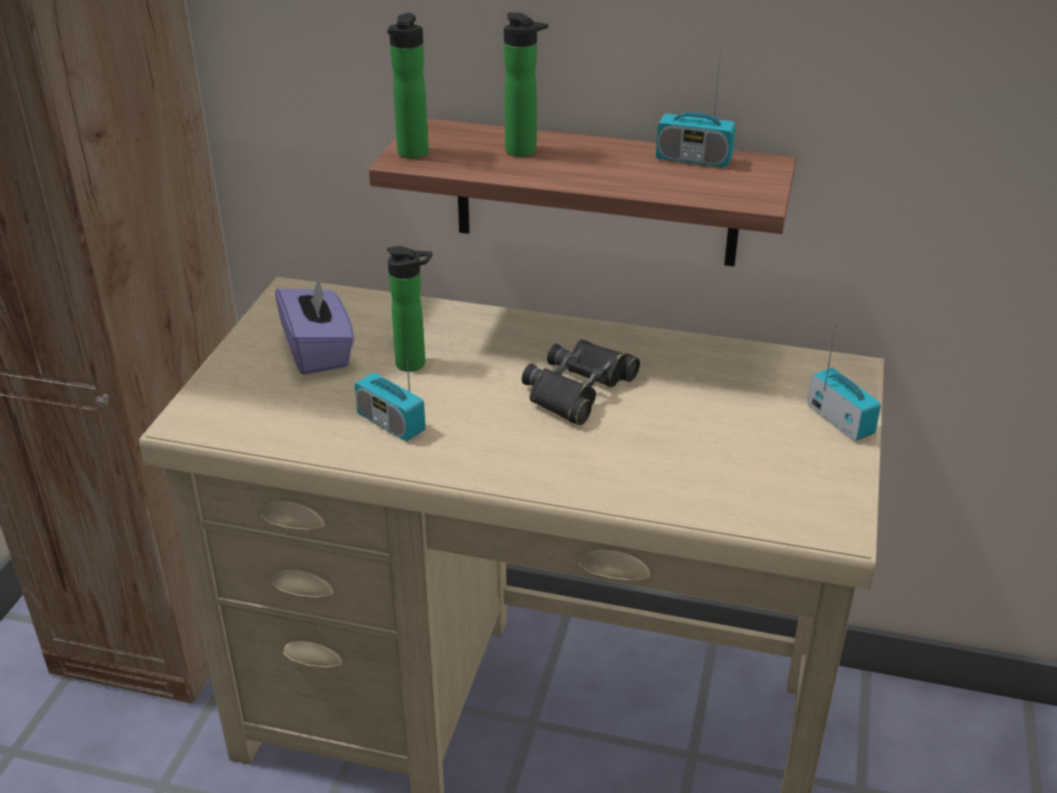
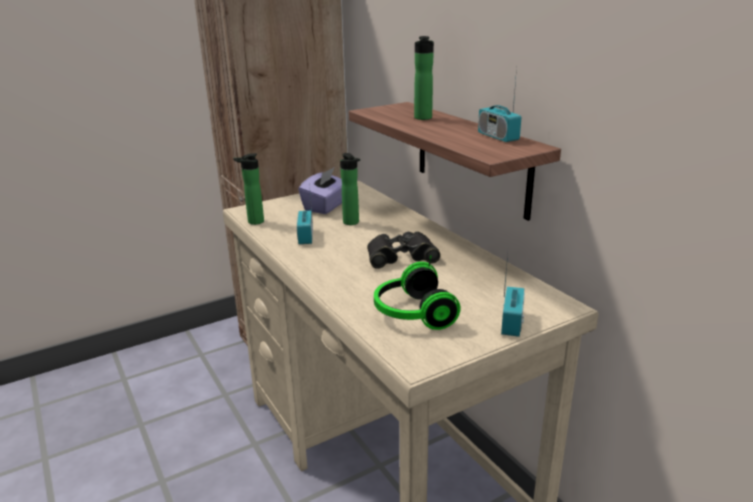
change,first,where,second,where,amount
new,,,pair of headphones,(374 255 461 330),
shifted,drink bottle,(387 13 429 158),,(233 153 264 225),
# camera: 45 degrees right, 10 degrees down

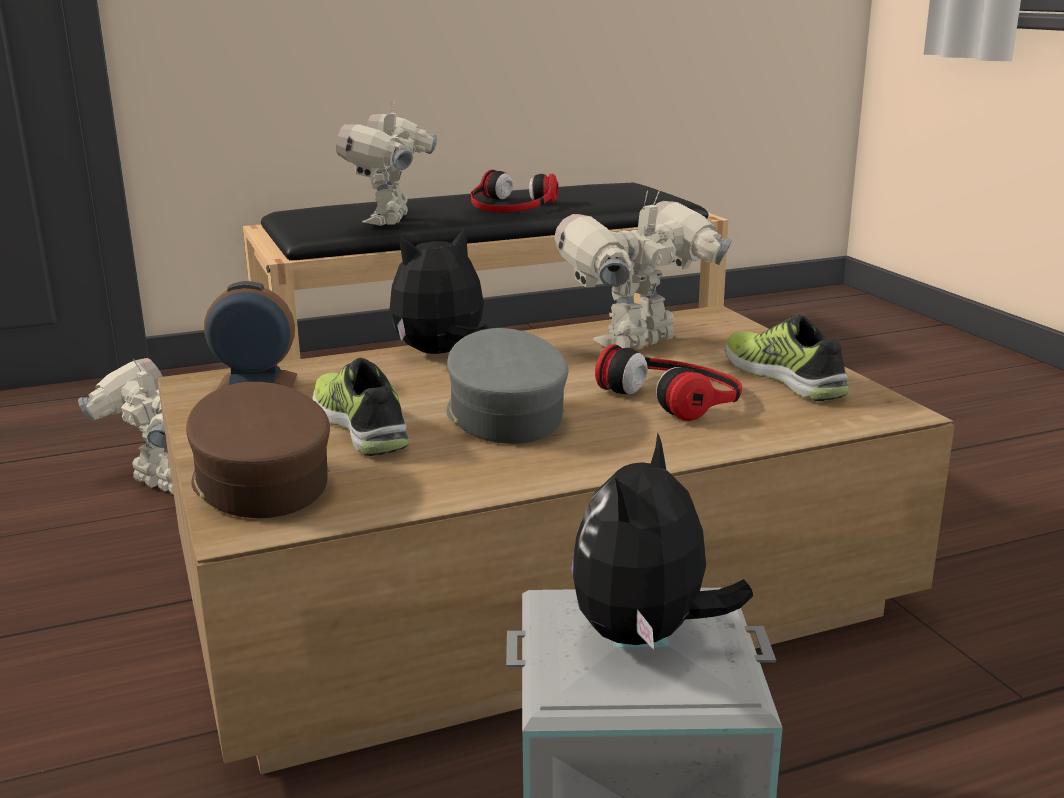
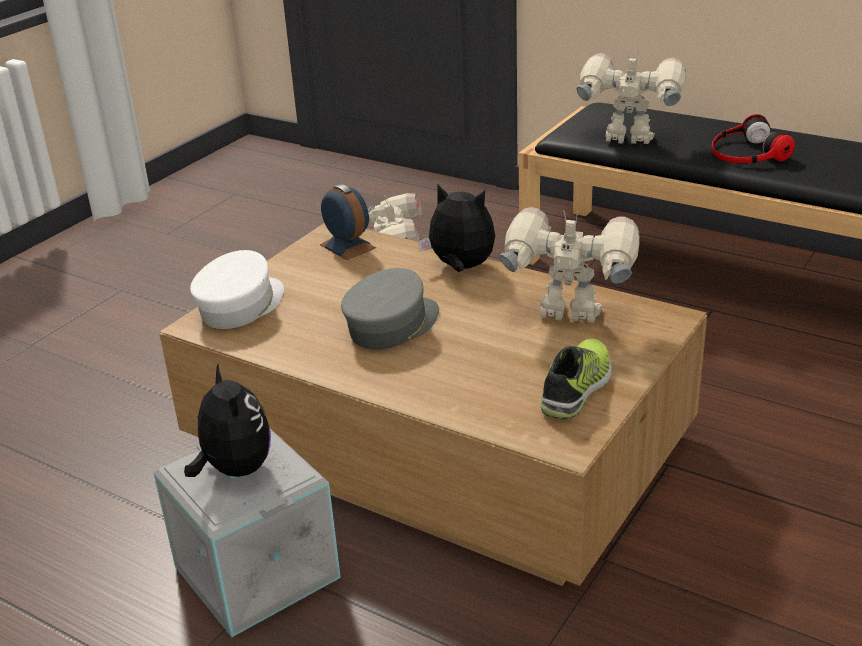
change,first,where,second,where,amount
gone,low shoe,(313 358 409 456),,,
gone,pair of headphones,(595 344 742 421),,,
repainted,brownish cap,(186 382 330 518),whitish cap,(190 250 284 329),
rotated,model robot,(336 101 437 226),,(576 50 686 144),45 degrees clockwise
rotated,cuddly toy,(572 432 753 650),,(184 365 271 477),75 degrees clockwise
# camera: 55 degrees right, 10 degrees up

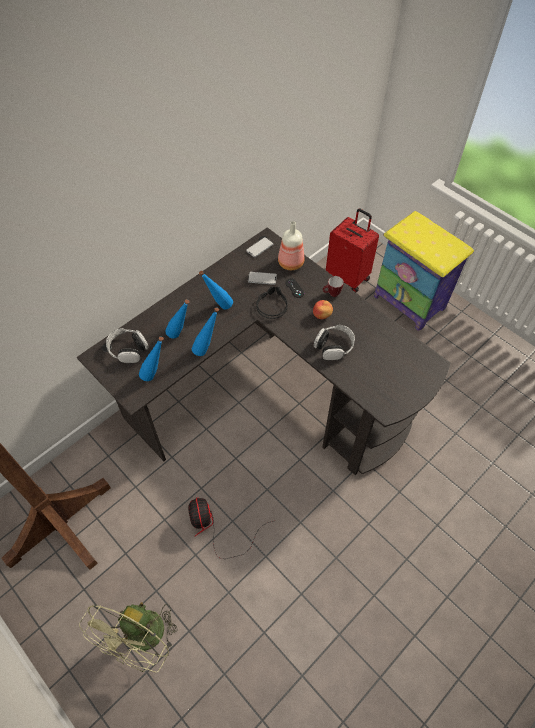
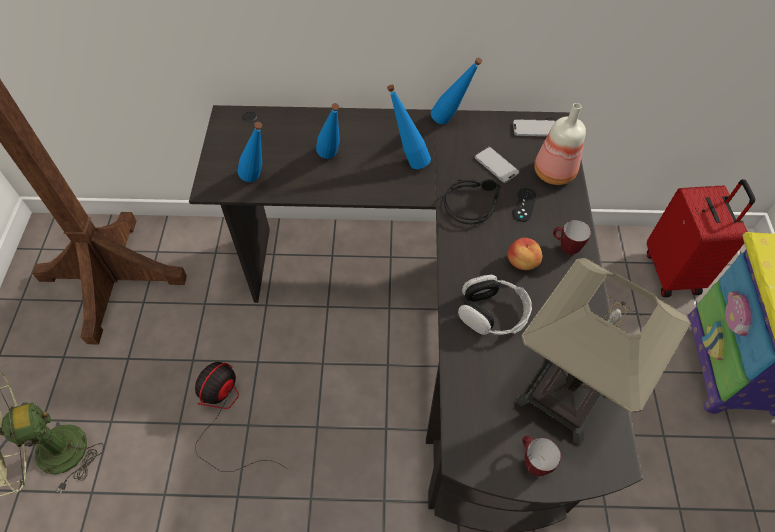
change,first,where,second,where,amount
gone,pair of headphones,(106 328 148 363),,,
new,,,lamp for a table,(515 258 691 446),
new,,,mug,(522 436 561 476),
shifted,bluish drink bottle,(192 307 219 356),,(431 58 482 124),
# camera: 45 degrees right, 0 degrees up

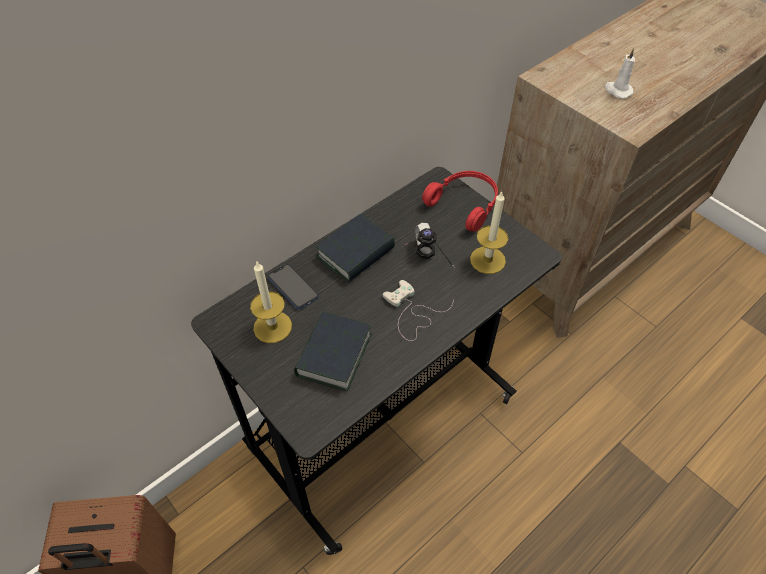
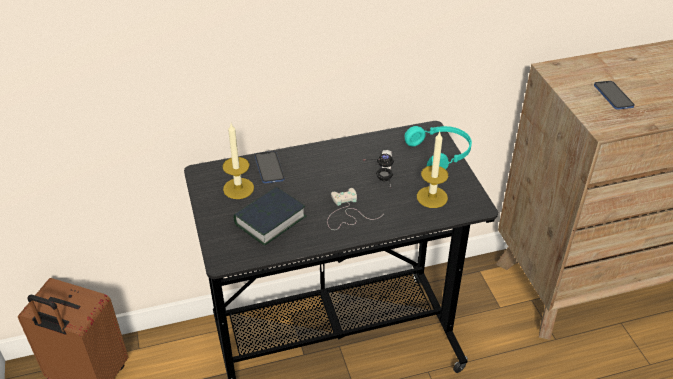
change,first,where,second,where,amount
gone,volume,(316 214 395 283),,,
swapped,whitish candle,(605 48 635 99),phone,(594 81 635 110),
repainted,red-coloured pair of headphones,(422 171 498 232),turquoise pair of headphones,(404 126 472 169),
# camera: 25 degrees right, 10 degrees down

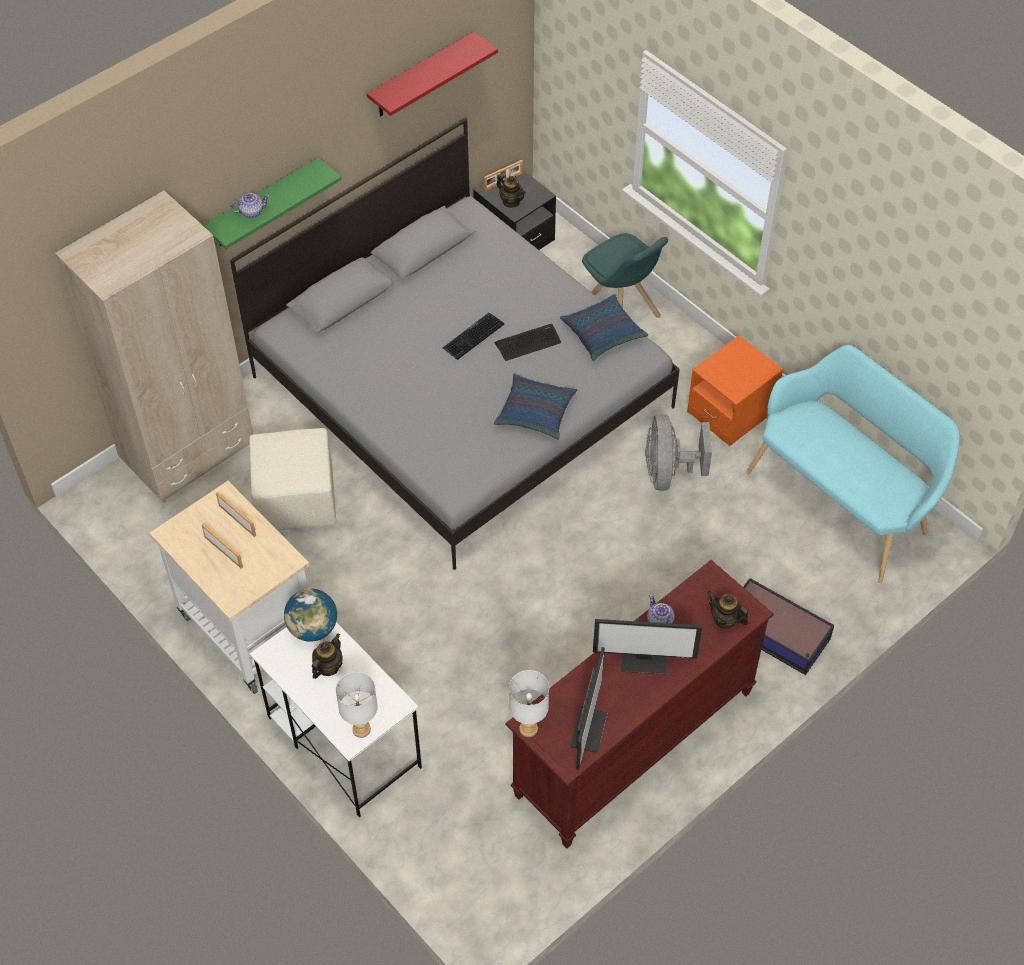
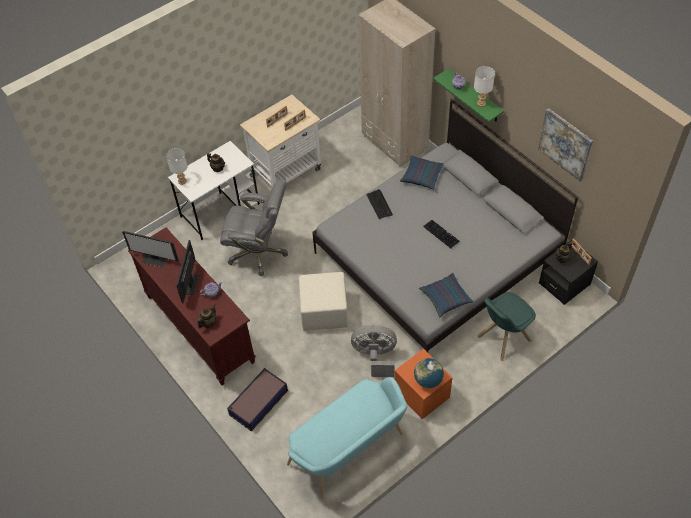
change,first,where,second,where,amount
new,,,gray computer chair,(220 180 288 276),
shifted,sand-coloured ottoman,(249 428 336 531),,(299 272 348 331),
shifted,world globe,(284 588 337 642),,(414 358 444 388),
shifted,PC keyboard,(494 324 561 361),,(366 189 393 219),
shifted,bluish pillow,(494 374 577 439),,(400 155 444 190),
shifted,whitish lamp for a table,(509 670 549 737),,(474 66 495 107),
swapped,red-coloured shelf,(367 32 498 116),picture,(538 108 593 182),
# camera: 95 degrees right, 0 degrees up

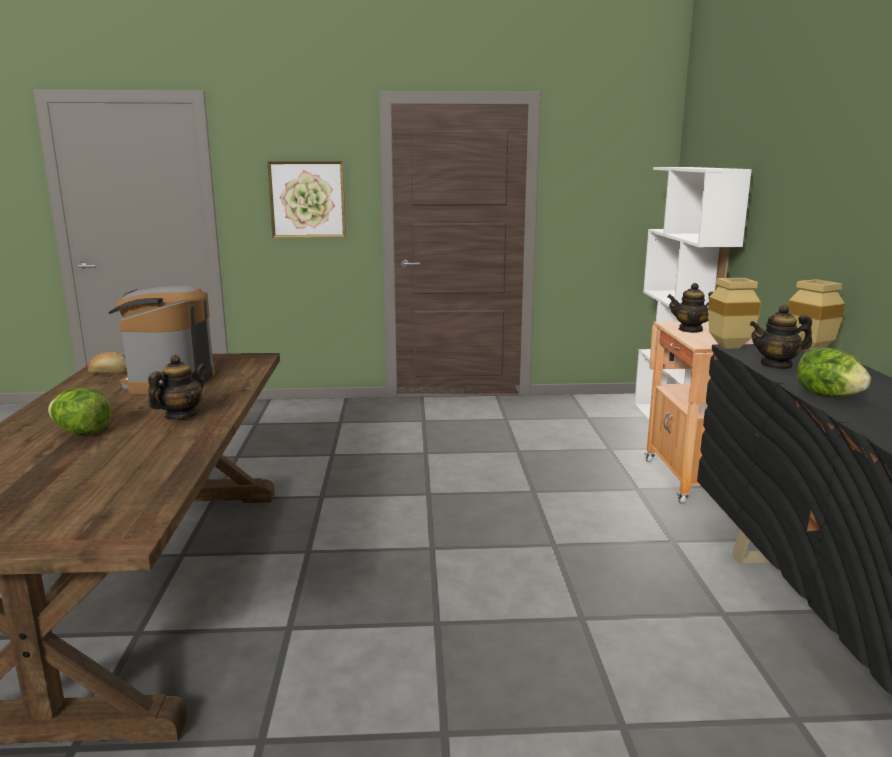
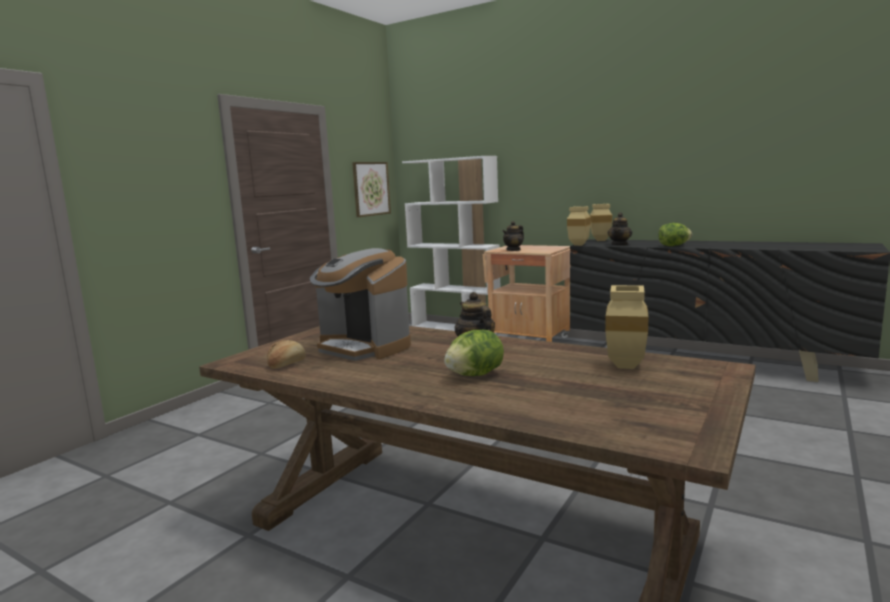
change,first,where,second,where,amount
new,,,sand-coloured flower vase,(605 285 649 369),
shifted,picture,(267 161 346 238),,(352 162 391 217),
# camera: 55 degrees left, 5 degrees down

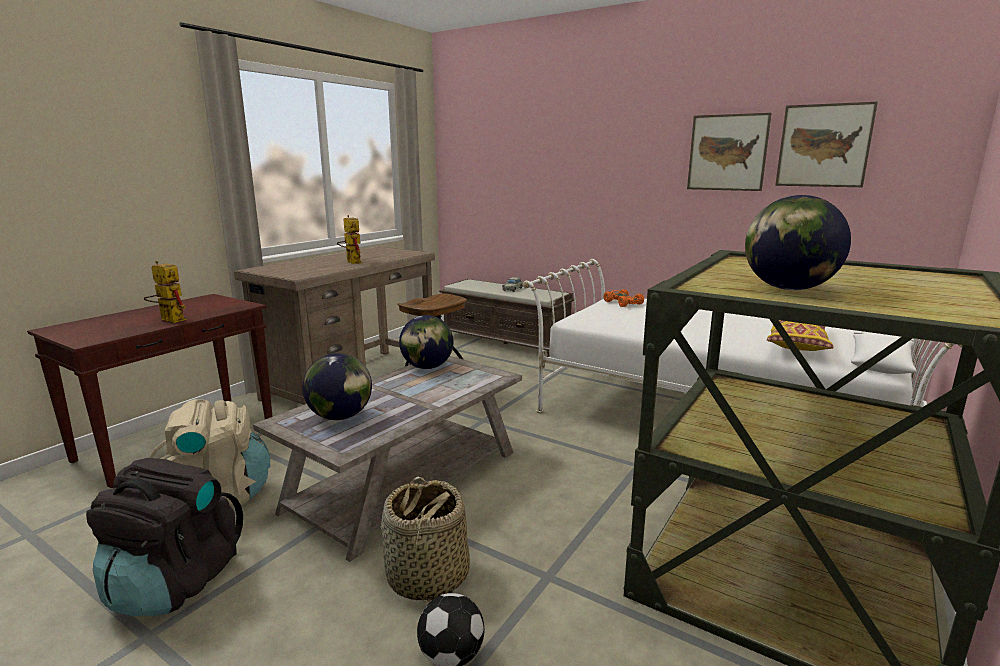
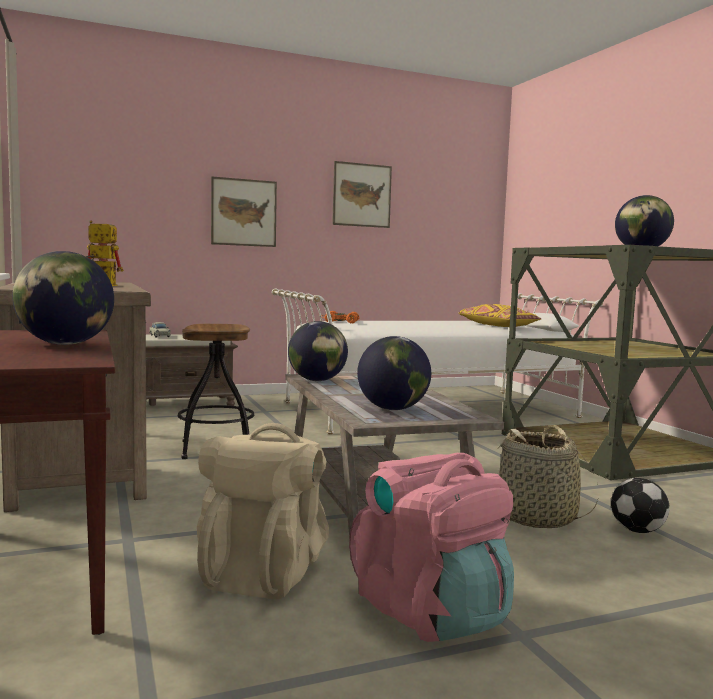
change,first,where,second,where,amount
shifted,picture,(775 102 878 187),,(211 177 277 247),
swapped,model robot,(144 261 187 323),world globe,(12 251 114 345),
repainted,black-coloured backpack,(86 458 243 616),pink-coloured backpack,(349 453 514 642),
# camera: 55 degrees left, 10 degrees down

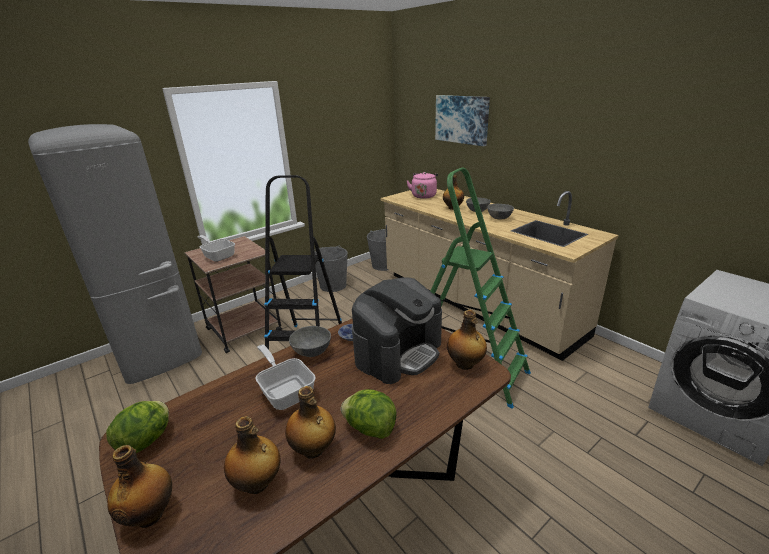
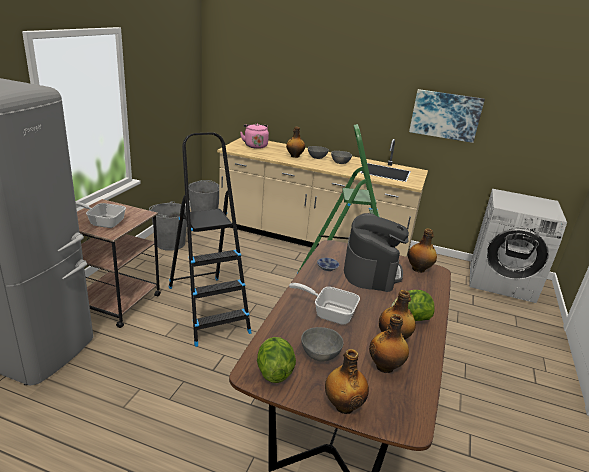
change,first,where,second,where,amount
shifted,gray bowl,(289 326 331 357),,(301 327 343 362),
shifted,picture,(435 95 490 146),,(409 89 485 143),
# camera: 35 degrees left, 0 degrees up

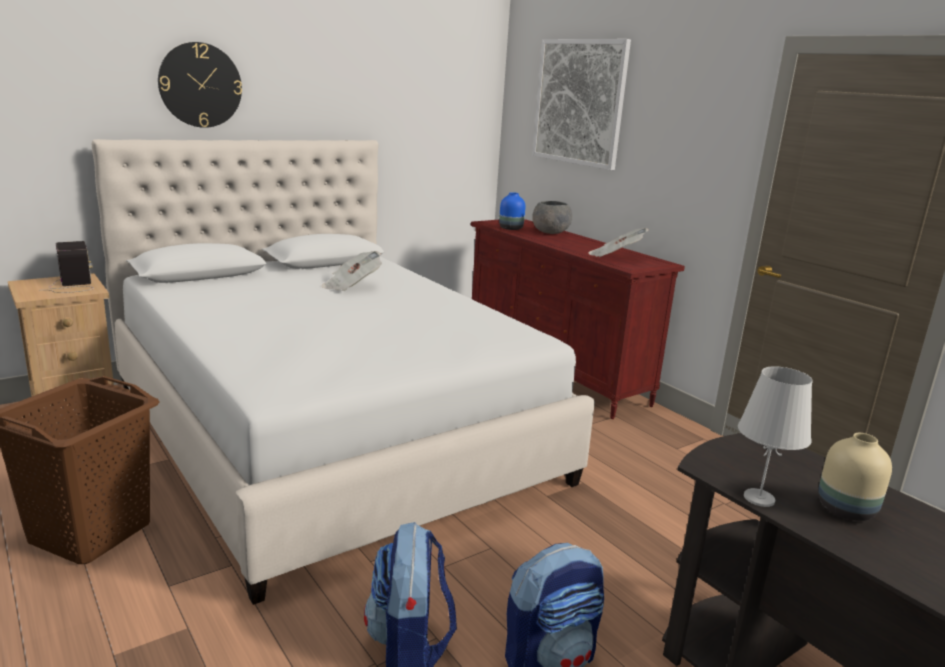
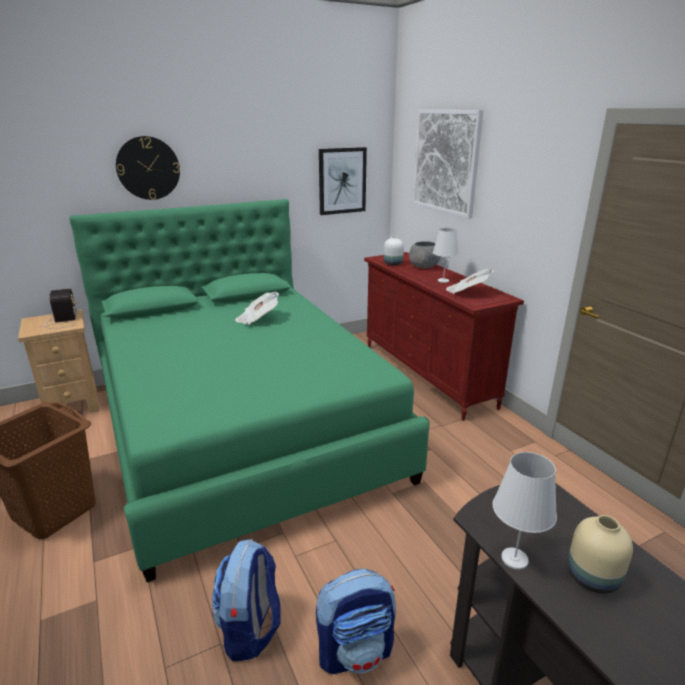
change,first,where,second,where,amount
new,,,picture,(319 147 367 215),
new,,,whitish lamp for a table,(433 228 459 283),
repainted,whitish sleeping bed,(91 139 595 605),green sleeping bed,(69 199 430 582),
repainted,bluish flower vase,(499 192 525 230),whitish flower vase,(384 236 404 266),
# camera: 10 degrees right, 5 degrees up

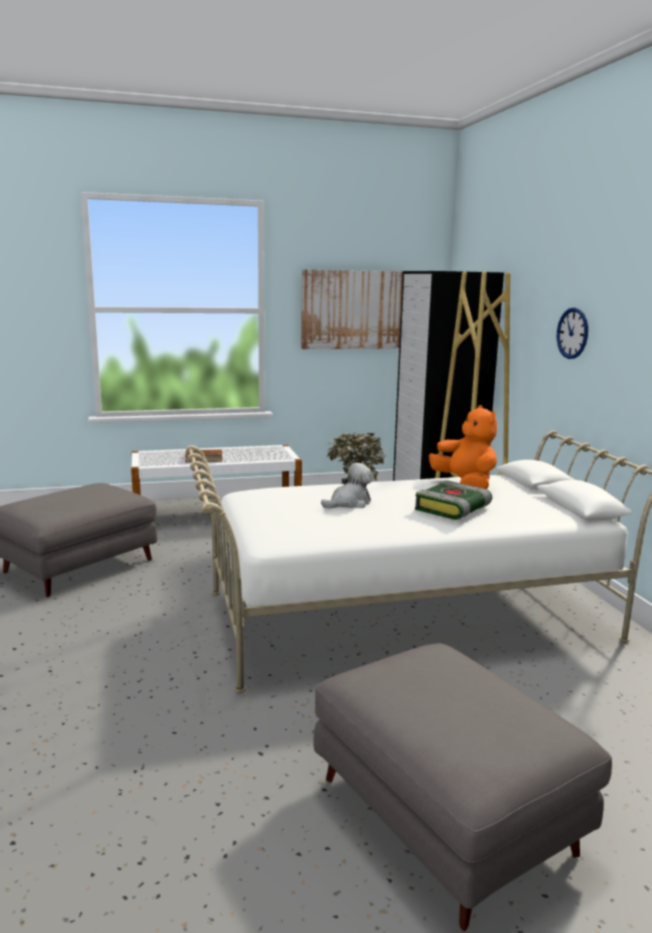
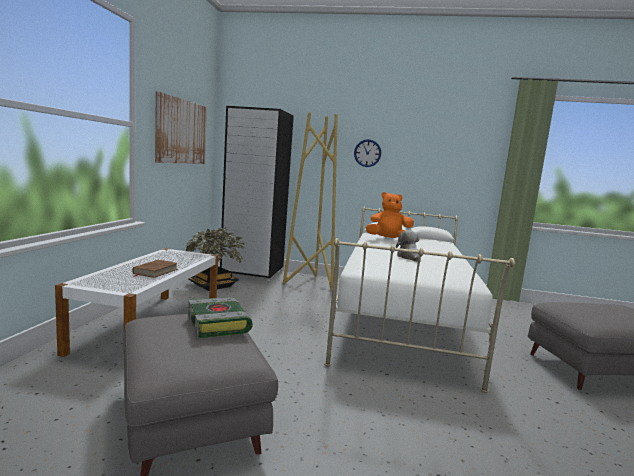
change,first,where,second,where,amount
shifted,volume,(415 480 492 520),,(188 297 253 338),
# camera: 65 degrees left, 5 degrees down

